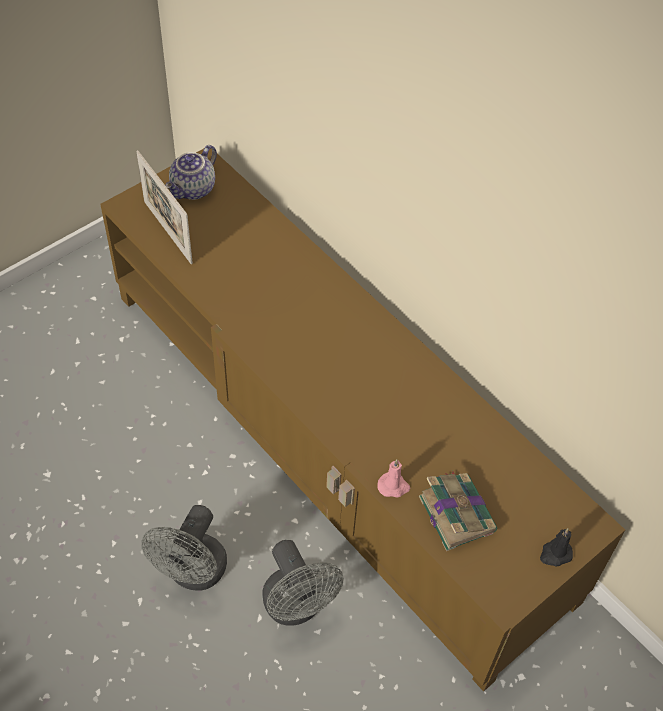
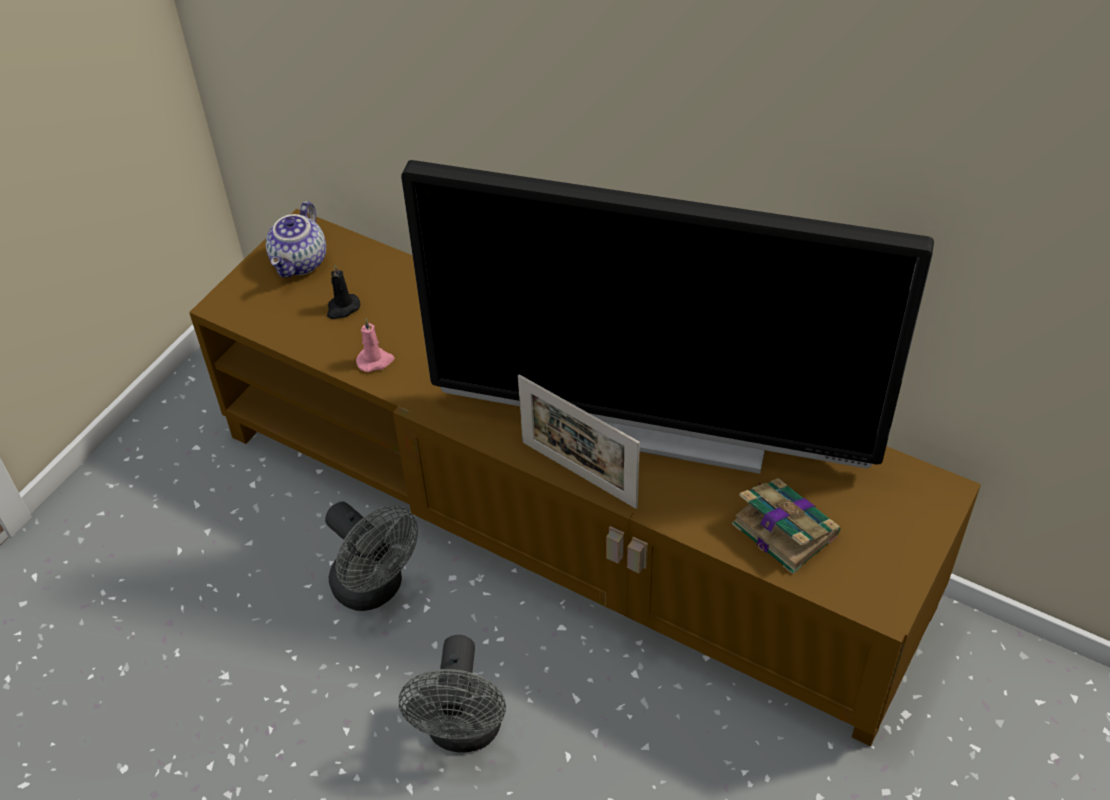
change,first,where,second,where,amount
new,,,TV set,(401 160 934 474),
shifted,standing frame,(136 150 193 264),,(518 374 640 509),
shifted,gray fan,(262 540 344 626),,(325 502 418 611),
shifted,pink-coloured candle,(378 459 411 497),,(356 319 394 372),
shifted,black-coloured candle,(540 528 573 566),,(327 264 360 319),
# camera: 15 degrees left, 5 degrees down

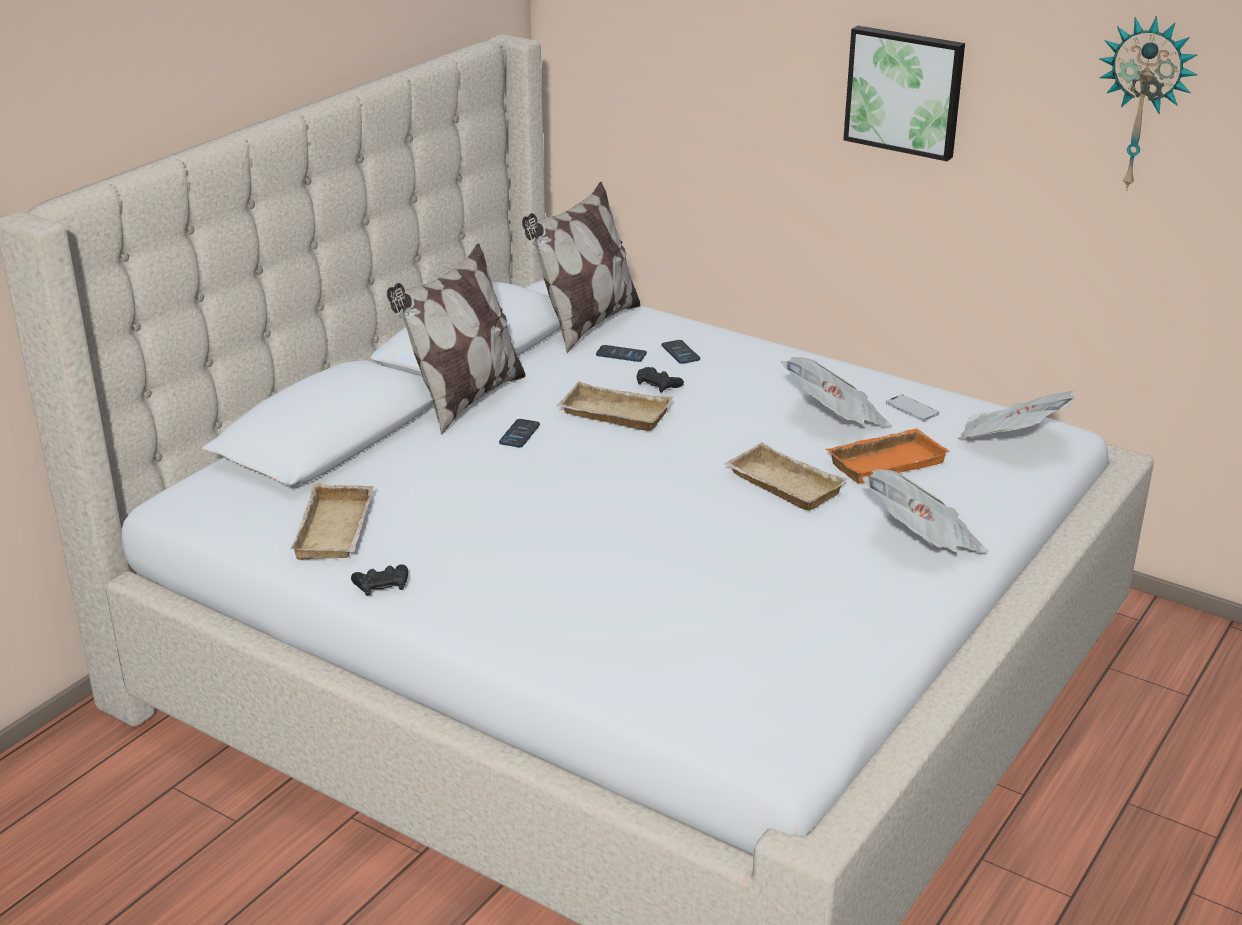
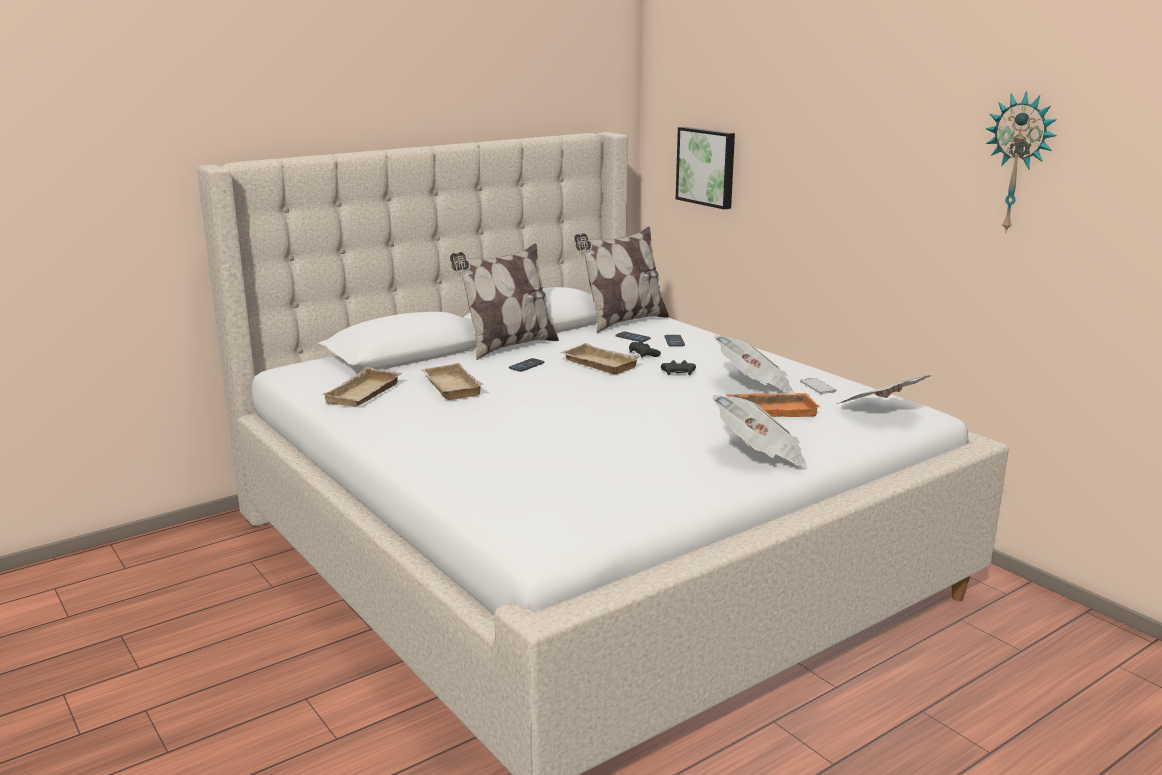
change,first,where,second,where,amount
shifted,black-coloured joypad,(351 564 408 596),,(661 360 696 375),
shifted,sand-coloured tray,(724 443 848 511),,(421 363 484 400),
shifted,picture,(843 26 965 161),,(676 127 735 210),
# camera: 20 degrees right, 10 degrees down

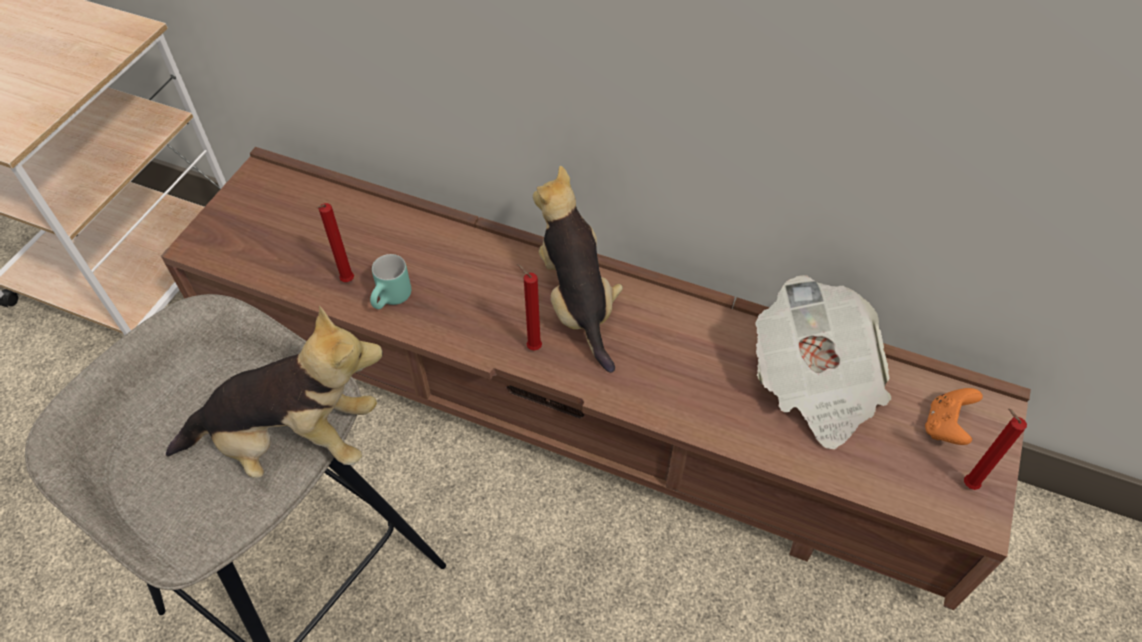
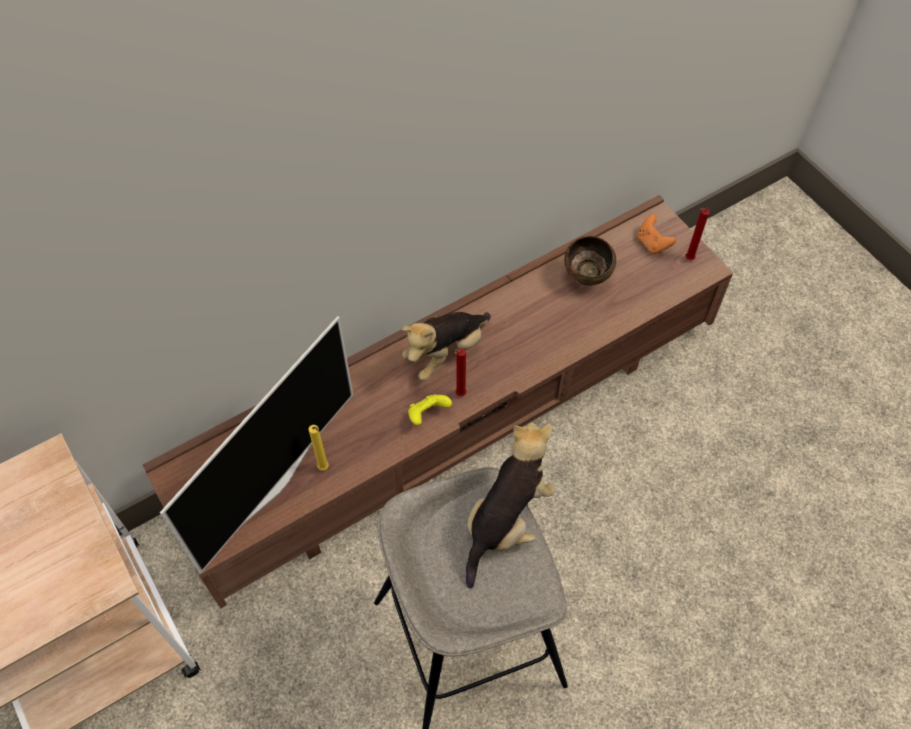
change,first,where,second,where,amount
gone,turquoise mug,(370 254 411 309),,,
new,,,TV set,(160 316 353 574),
new,,,yellow-coloured joypad,(408 394 452 425),
swapped,daily paper,(756 275 891 450),brownish bowl,(564 236 616 286),
repainted,red-coloured candle,(317 203 354 282),yellow-coloured candle,(308 425 329 470),
rotated,cuddly toy,(533 166 623 373),,(402 312 491 381),60 degrees counterclockwise
# camera: 55 degrees left, 5 degrees up

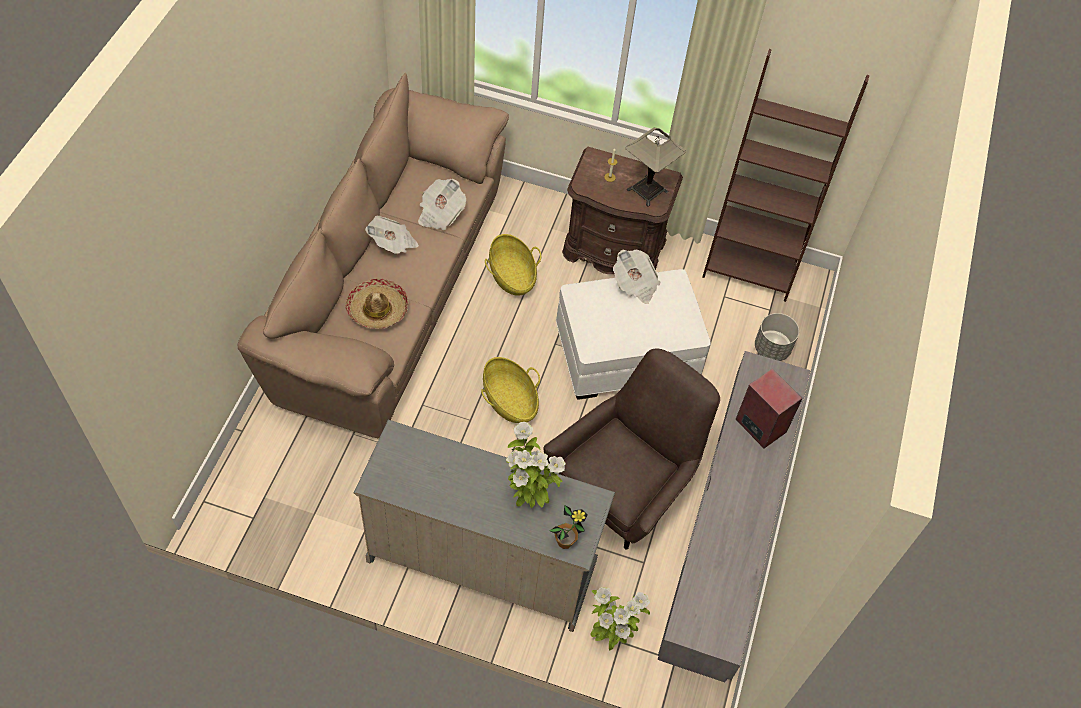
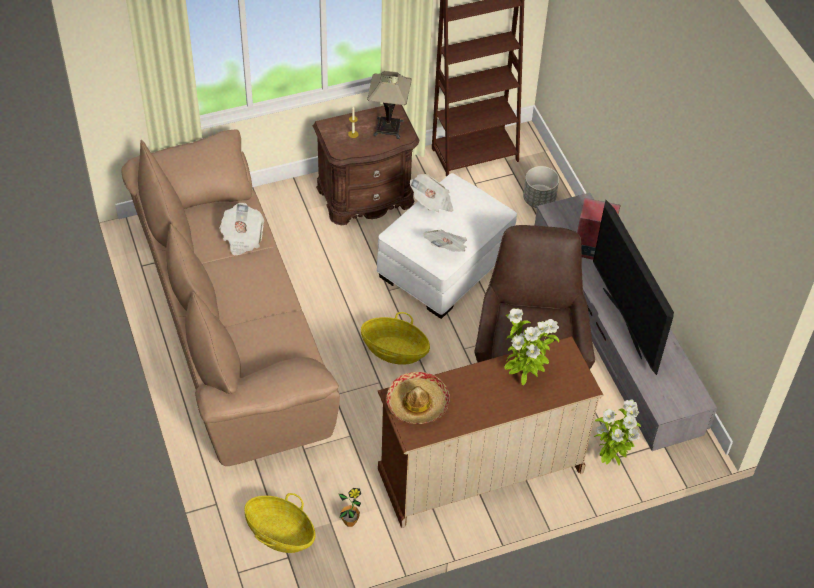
change,first,where,second,where,amount
new,,,TV set,(593 200 674 375),
shifted,clothing hat,(345 279 409 329),,(386 372 450 424),
shifted,daily paper,(365 216 419 254),,(424 230 467 252),
shifted,storage basket,(485 234 541 296),,(244 493 315 553),
shifted,plant in a pot,(550 505 588 549),,(339 488 361 527),
repainted,gray cupboard,(354 420 615 632),brownish cupboard,(378 336 603 528),
# camera: 35 degrees left, 5 degrees down

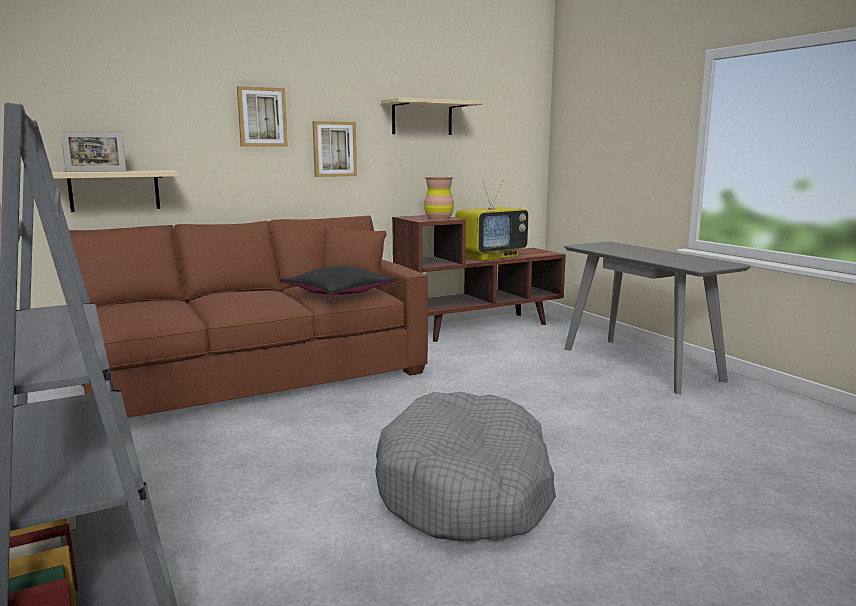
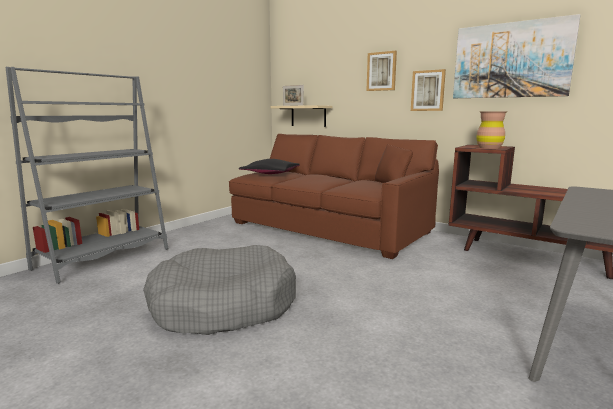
change,first,where,second,where,amount
gone,TV set,(455 180 529 261),,,
shifted,black-coloured pillow,(279 266 397 295),,(239 159 300 174),
swapped,sand-coloured shelf,(381 97 482 135),picture,(453 14 581 98),
# camera: 65 degrees right, 0 degrees up

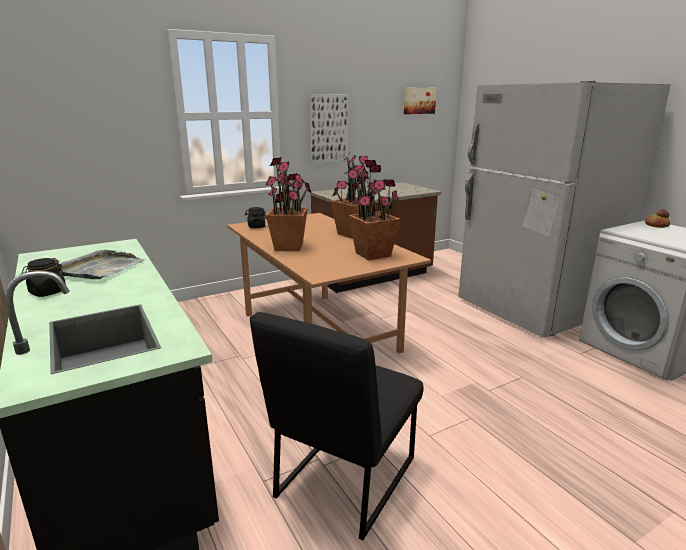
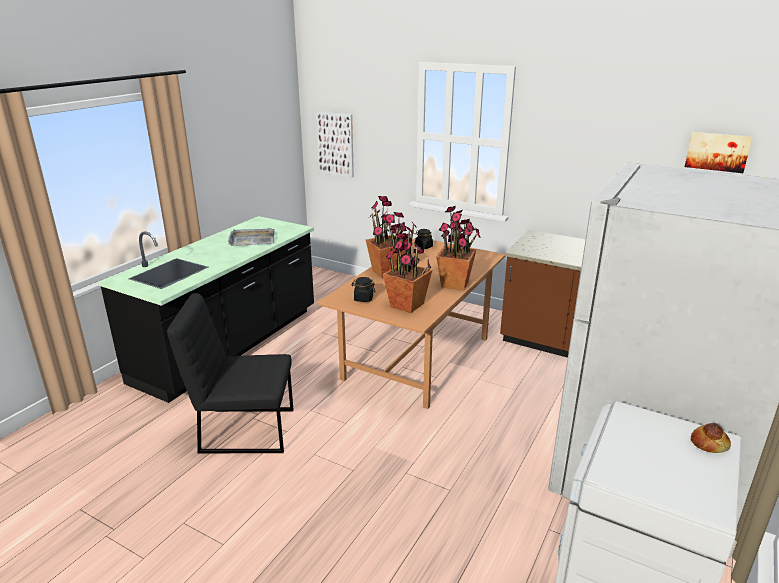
change,first,where,second,where,amount
shifted,black-coloured storage jar,(21 258 66 297),,(351 277 375 302),
shifted,picture,(308 95 349 164),,(316 111 354 178),
# camera: 60 degrees right, 5 degrees up

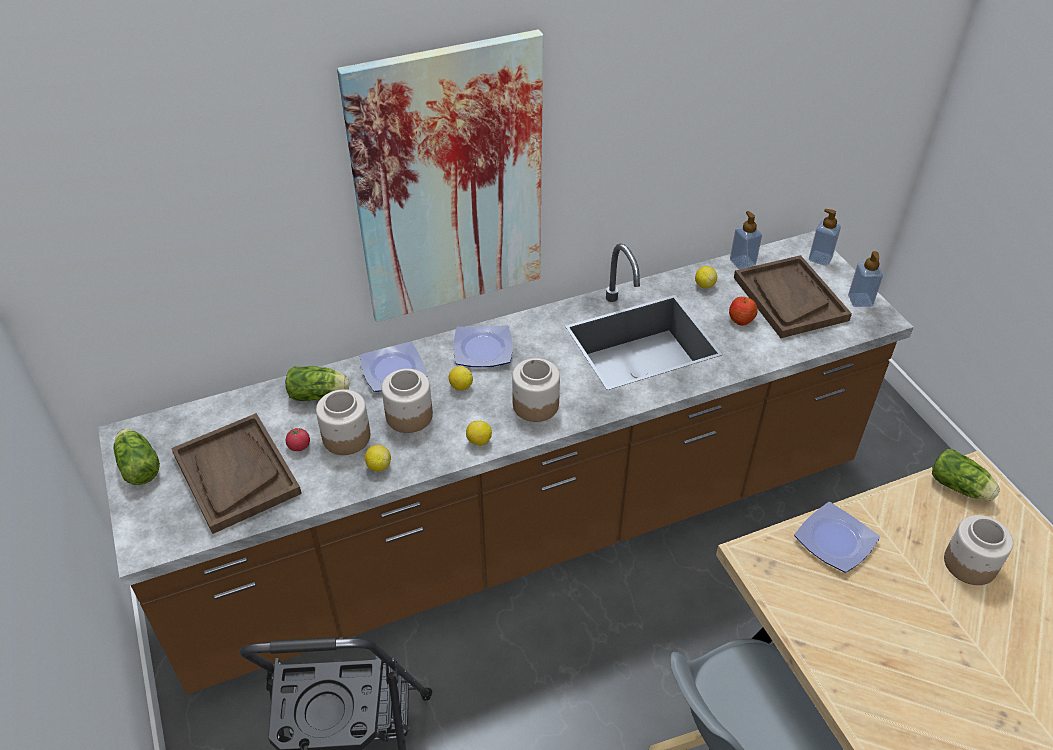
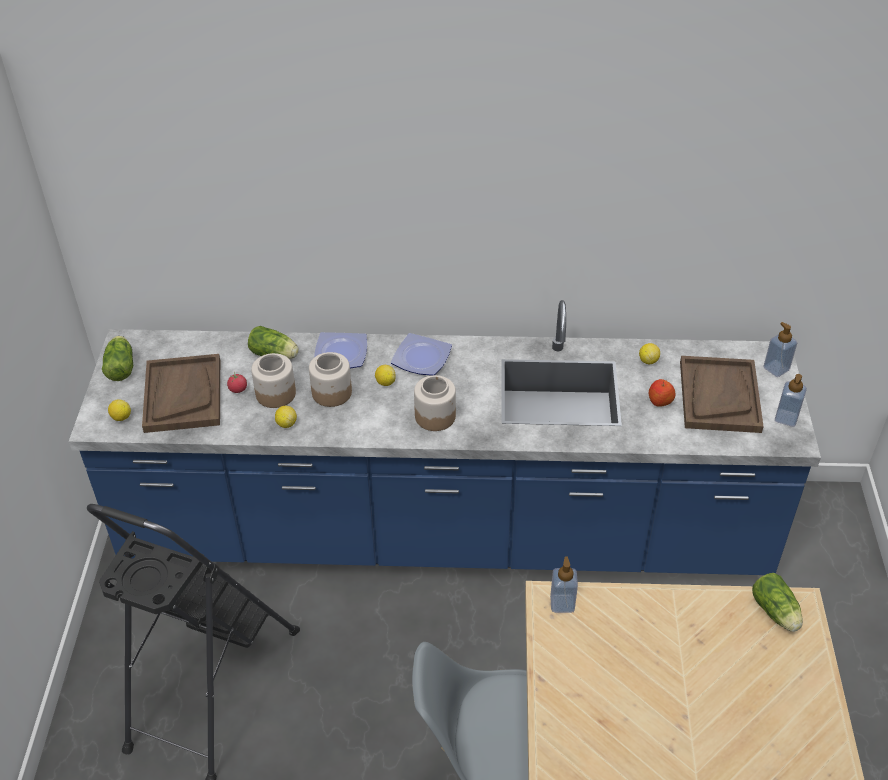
change,first,where,second,where,amount
gone,picture,(337 30 543 322),,,
gone,dinner plate,(794 502 880 572),,,
gone,storage jar,(944 515 1013 585),,,
shifted,citrus fruit,(466 420 492 446),,(108 399 131 421),
shifted,soap dispenser,(730 211 762 269),,(550 556 578 613),
repainted,brownish kitchen counter,(98 231 914 694),bluish kitchen counter,(69 300 821 575),
# camera: 25 degrees right, 0 degrees up

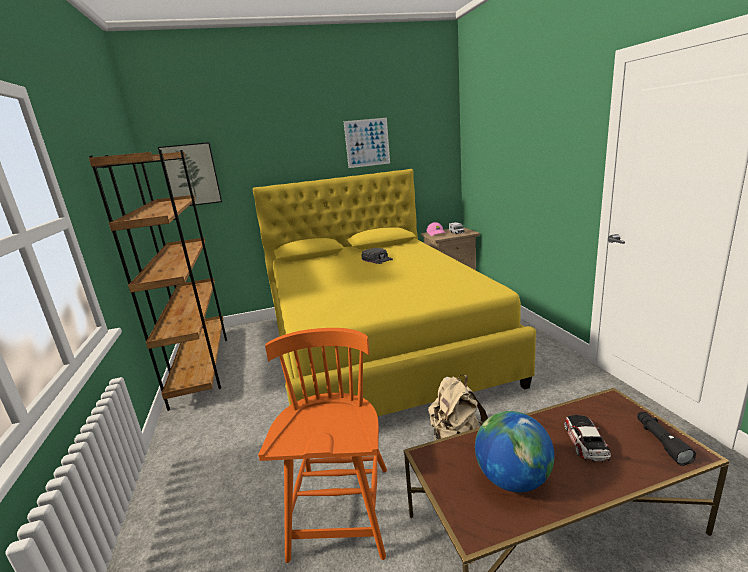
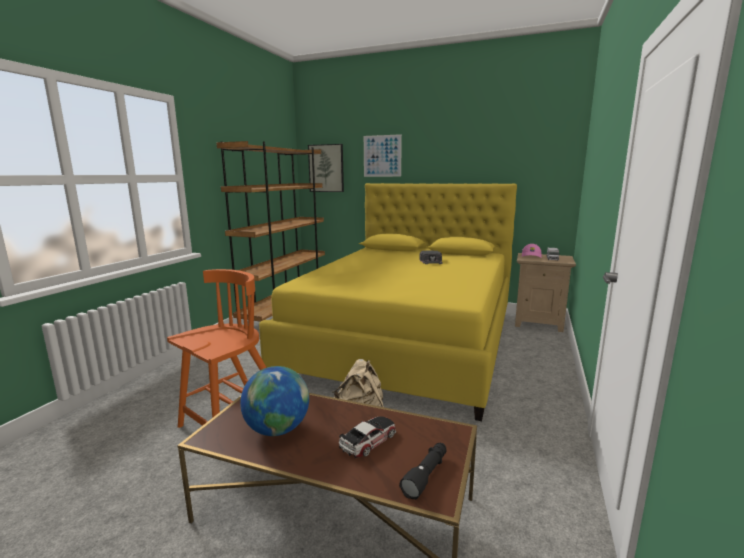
change,first,where,second,where,amount
shifted,picture,(343 118 390 168),,(364 134 402 177),
# camera: 35 degrees right, 5 degrees down

